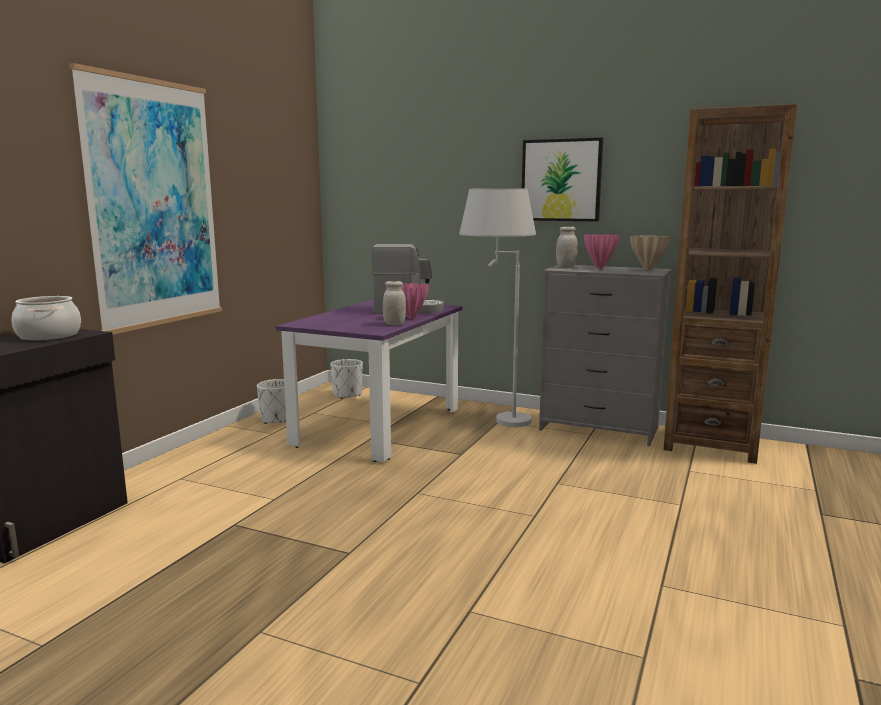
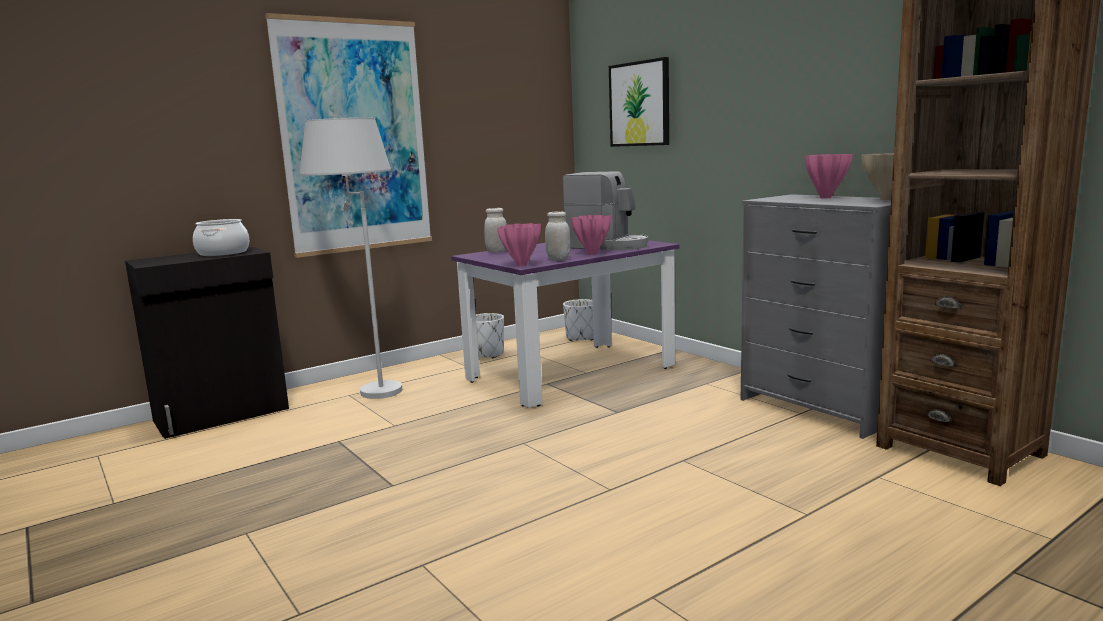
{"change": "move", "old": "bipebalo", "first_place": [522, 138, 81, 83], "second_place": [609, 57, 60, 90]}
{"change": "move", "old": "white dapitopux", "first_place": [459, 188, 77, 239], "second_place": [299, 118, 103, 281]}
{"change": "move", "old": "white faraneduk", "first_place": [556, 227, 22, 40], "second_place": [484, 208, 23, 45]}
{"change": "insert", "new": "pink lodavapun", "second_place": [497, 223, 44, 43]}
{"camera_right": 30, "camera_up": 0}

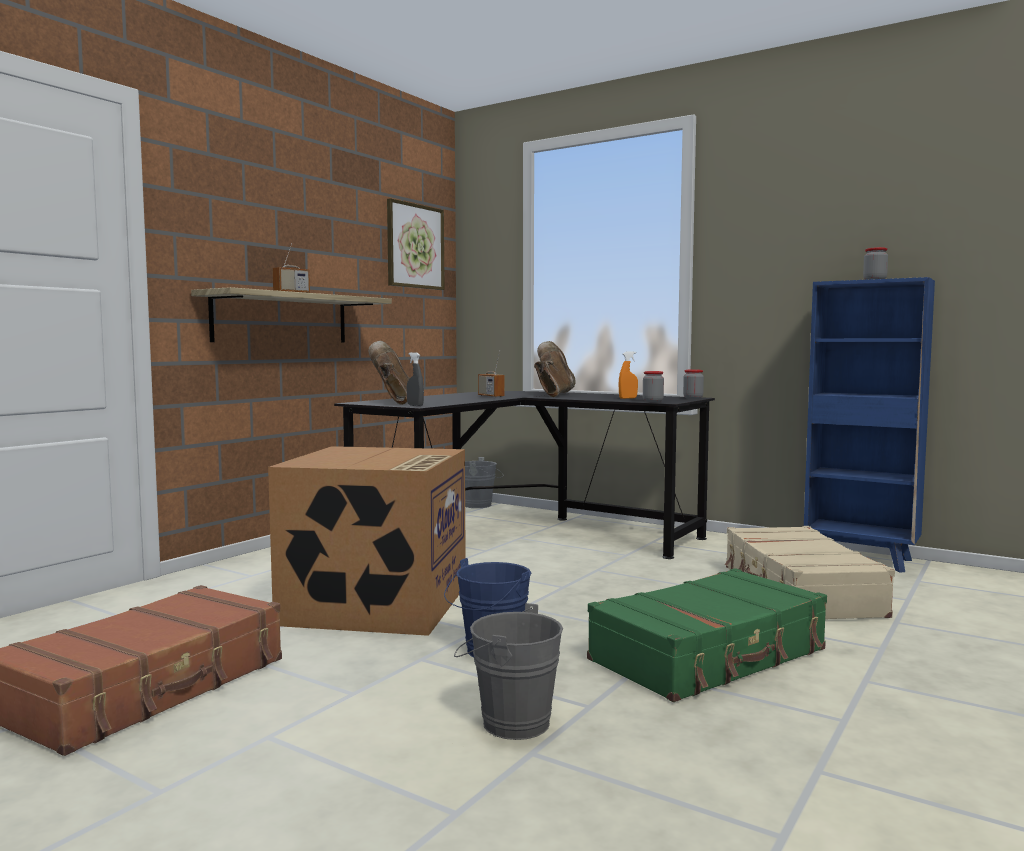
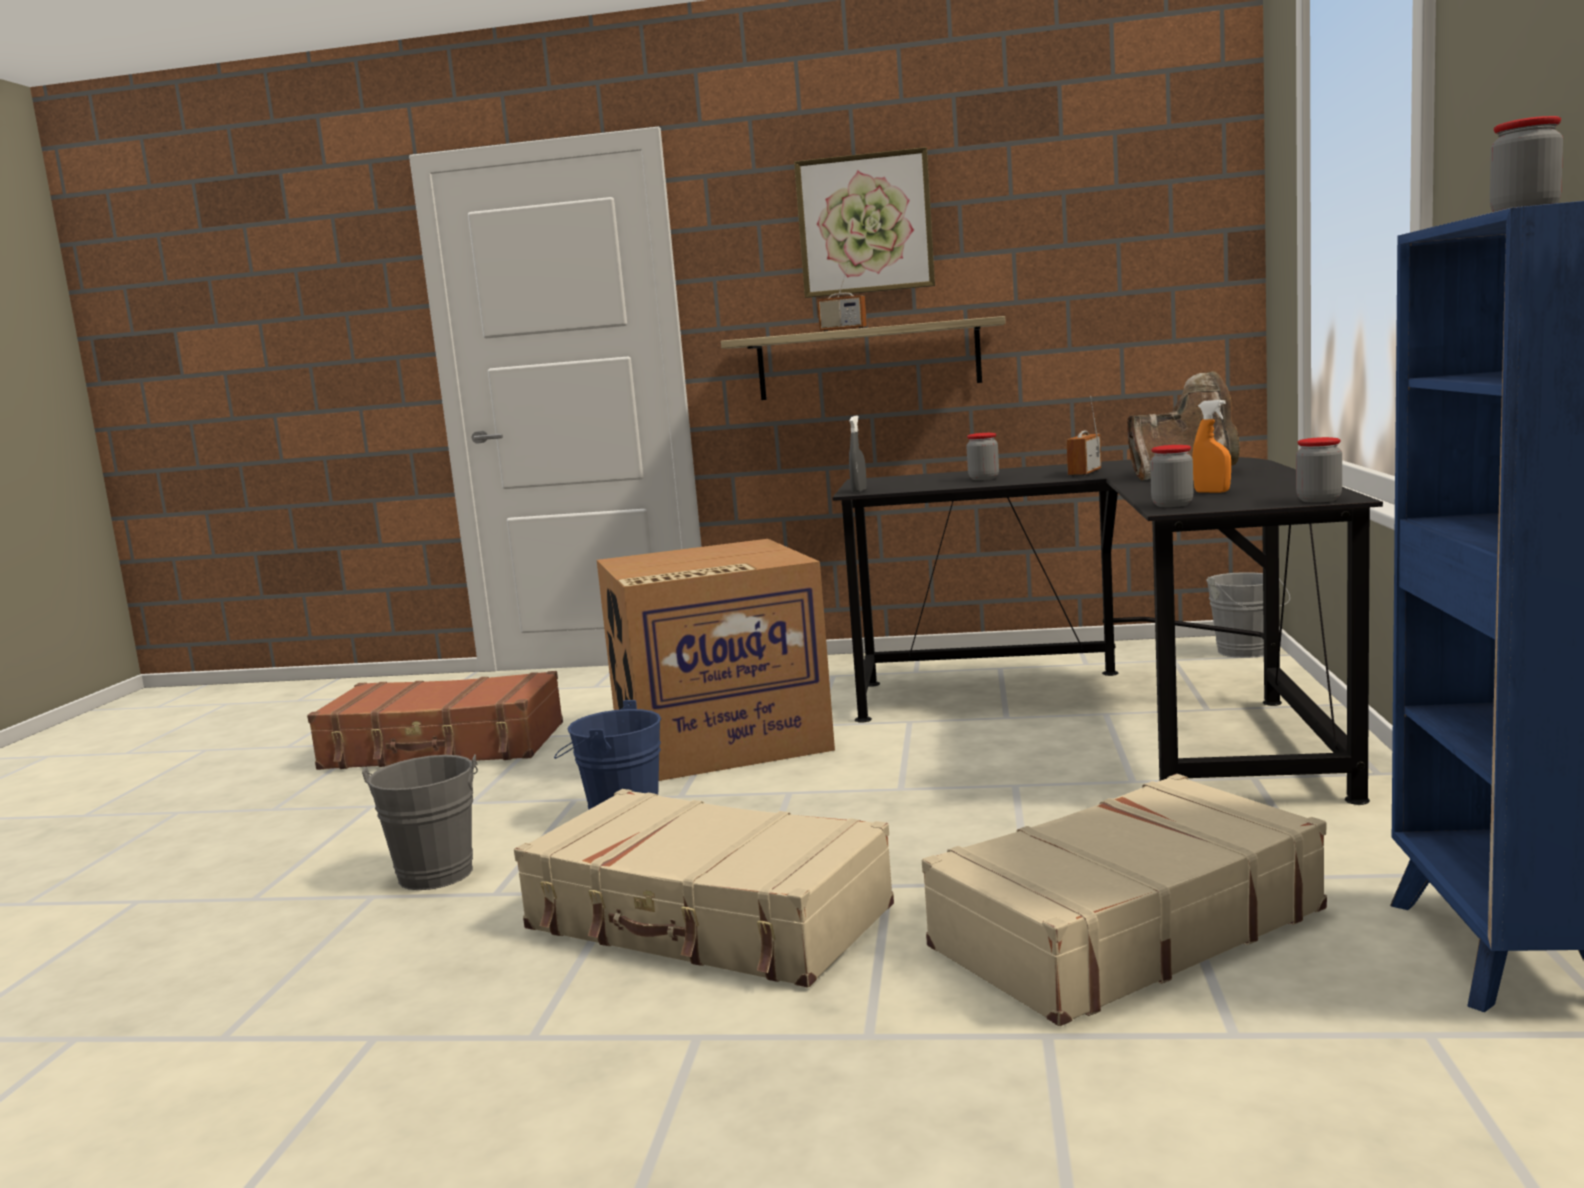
{"change": "move", "old": "bipebalo", "first_place": [387, 198, 58, 92], "second_place": [794, 147, 141, 151]}
{"change": "delete", "old": "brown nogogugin", "first_place": [369, 341, 41, 64]}
{"change": "recolor", "old": "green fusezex", "new": "beige fusezex", "first_place": [587, 568, 240, 134], "second_place": [514, 789, 380, 199]}
{"change": "insert", "new": "faraneduk", "second_place": [966, 433, 33, 47]}
{"camera_right": 65, "camera_up": 5}

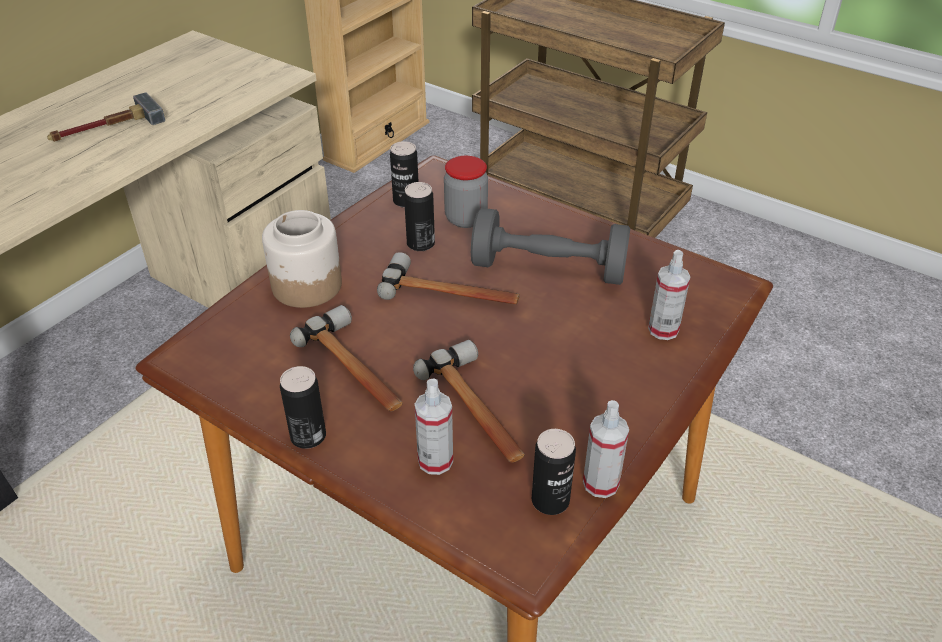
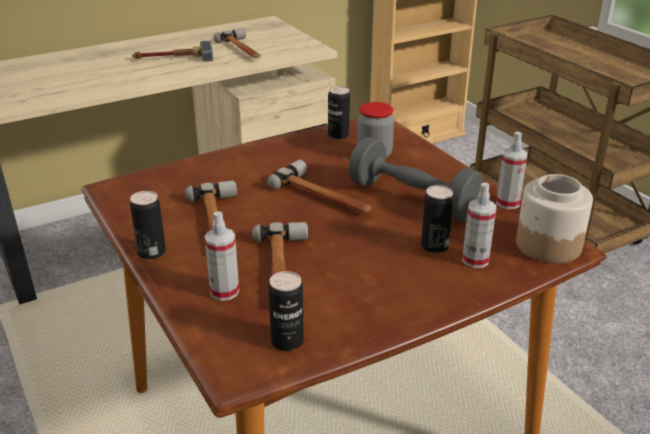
{"change": "move", "old": "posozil", "first_place": [404, 182, 31, 69], "second_place": [421, 185, 33, 68]}
{"change": "move", "old": "faraneduk", "first_place": [262, 210, 80, 98], "second_place": [516, 174, 77, 90]}
{"change": "move", "old": "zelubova", "first_place": [583, 400, 46, 98], "second_place": [496, 132, 32, 77]}
{"change": "insert", "new": "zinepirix", "second_place": [213, 28, 48, 30]}
{"camera_right": 25, "camera_up": -10}

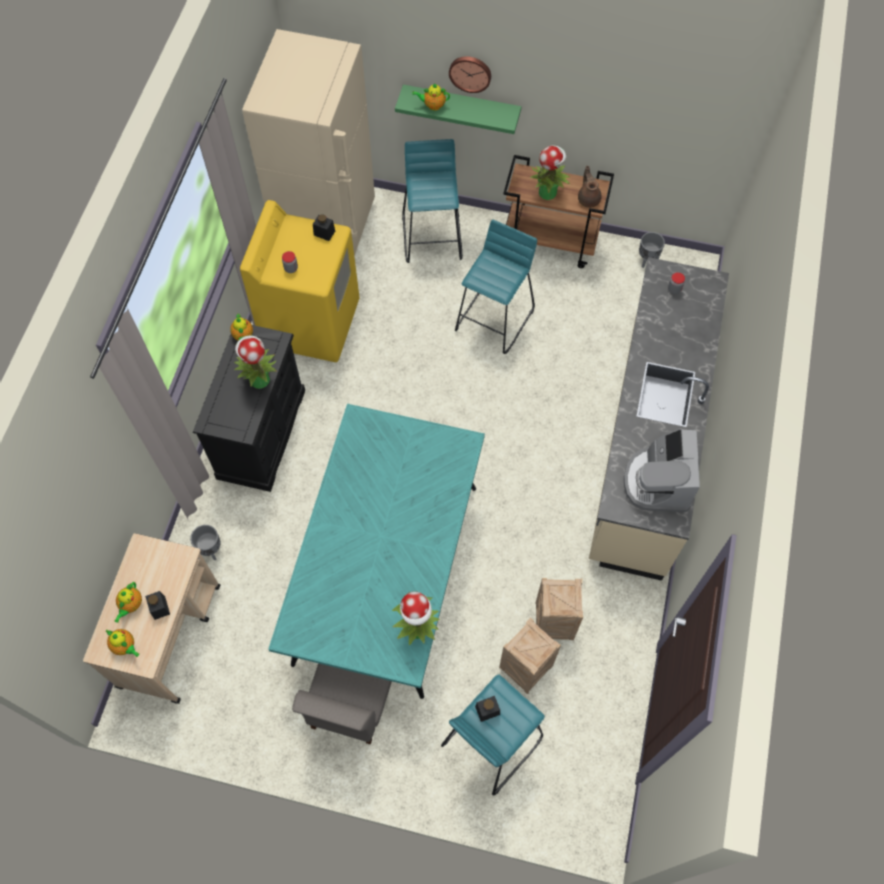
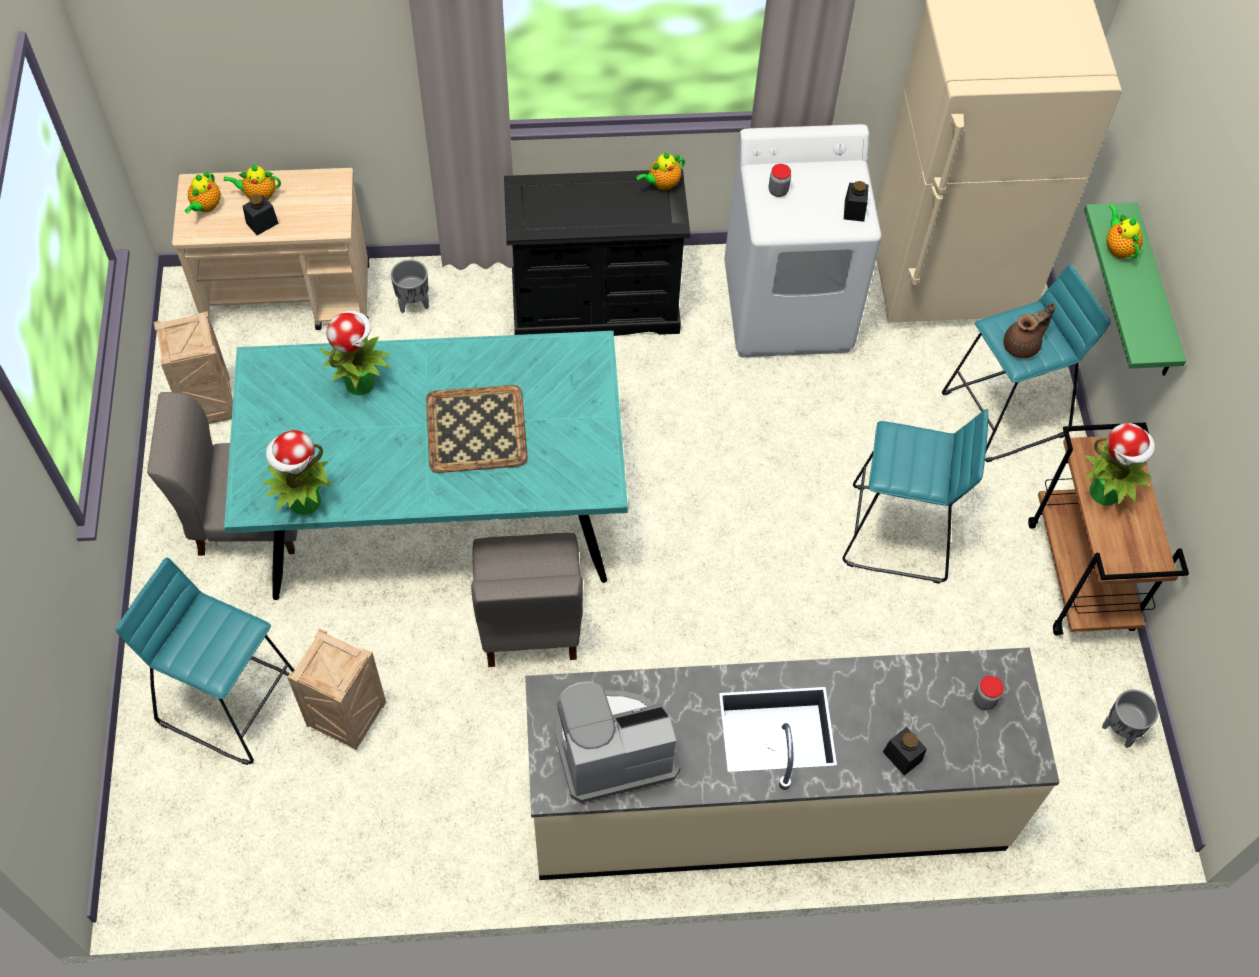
{"change": "delete", "old": "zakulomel", "first_place": [449, 56, 42, 37]}
{"change": "move", "old": "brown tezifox", "first_place": [578, 166, 24, 42], "second_place": [1003, 303, 53, 55]}
{"change": "recolor", "old": "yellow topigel", "new": "white topigel", "first_place": [240, 200, 119, 162], "second_place": [724, 124, 158, 233]}
{"change": "move", "old": "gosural", "first_place": [234, 335, 43, 54], "second_place": [320, 311, 70, 84]}
{"change": "move", "old": "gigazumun", "first_place": [535, 578, 48, 62], "second_place": [153, 311, 80, 113]}
{"change": "move", "old": "black faraneduk", "first_place": [475, 696, 25, 26], "second_place": [883, 727, 44, 48]}
{"change": "insert", "new": "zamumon", "second_place": [426, 385, 102, 88]}
{"change": "insert", "new": "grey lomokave", "second_place": [471, 533, 112, 134]}
{"camera_right": 70, "camera_up": -5}

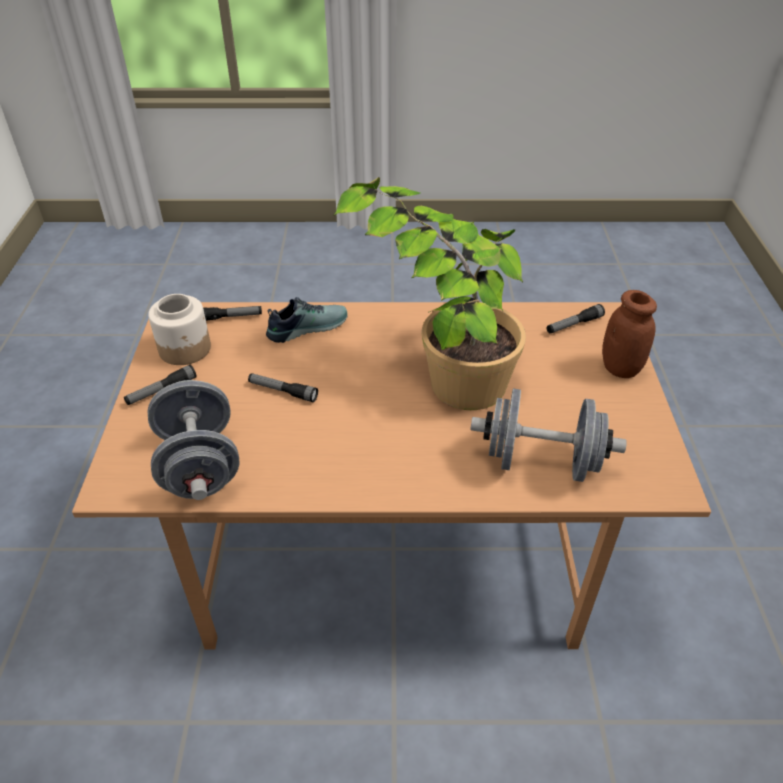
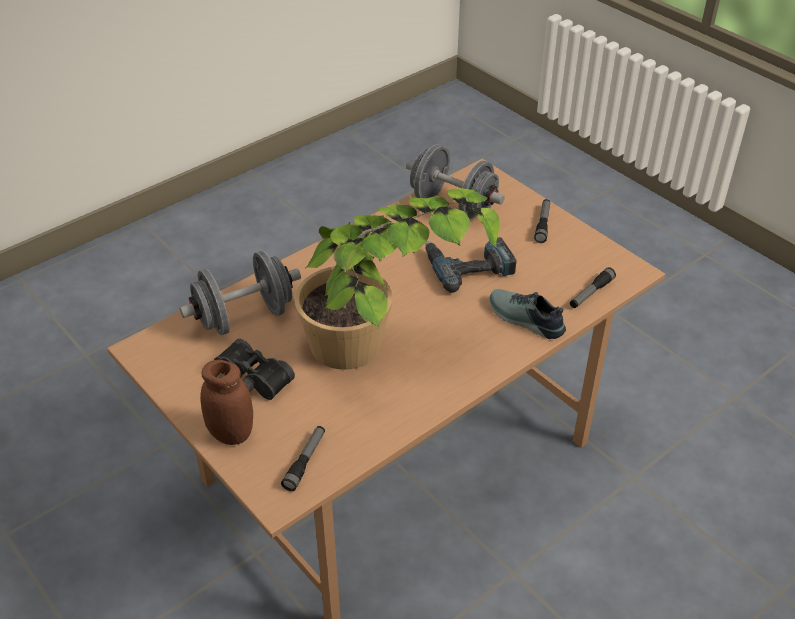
{"change": "delete", "old": "faraneduk", "first_place": [148, 294, 63, 71]}
{"change": "rotate", "old": "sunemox", "first_place": [266, 297, 82, 46], "second_place": [489, 289, 77, 50], "degrees": 105}
{"change": "replace", "old": "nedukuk", "new": "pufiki", "first_place": [248, 373, 70, 29], "second_place": [425, 237, 92, 56]}
{"change": "insert", "new": "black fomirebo", "second_place": [214, 339, 81, 61]}
{"camera_right": 140, "camera_up": 0}

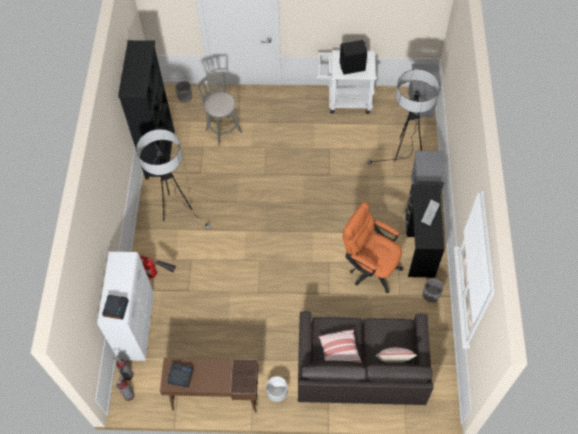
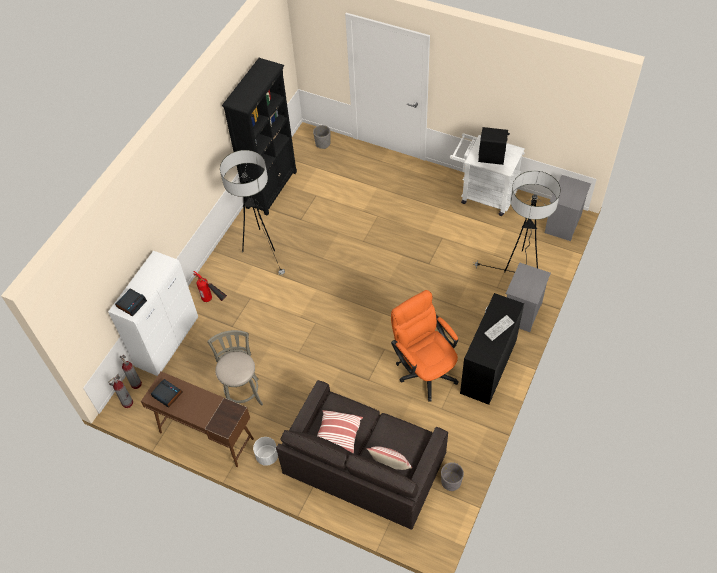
{"change": "move", "old": "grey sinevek", "first_place": [197, 72, 45, 74], "second_place": [207, 330, 56, 75]}
{"change": "move", "old": "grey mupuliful", "first_place": [423, 279, 20, 23], "second_place": [441, 462, 23, 29]}
{"camera_right": 25, "camera_up": -5}

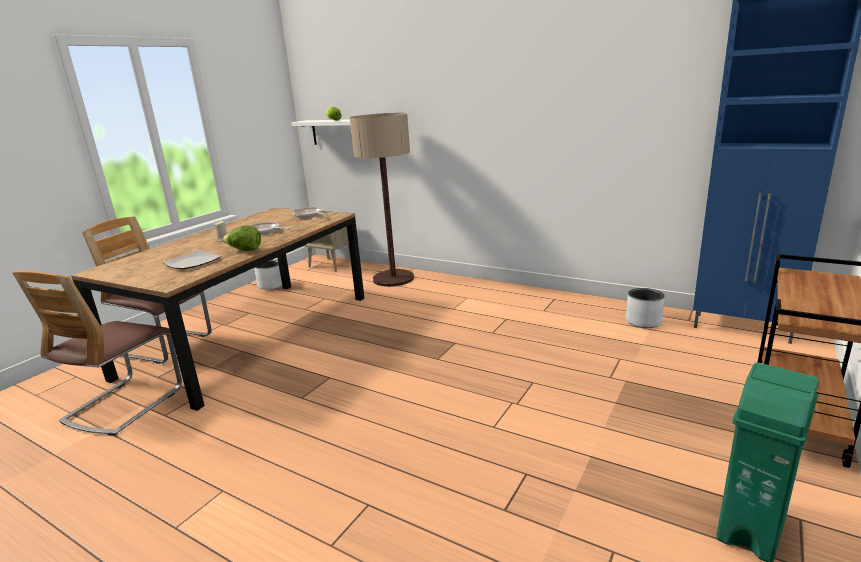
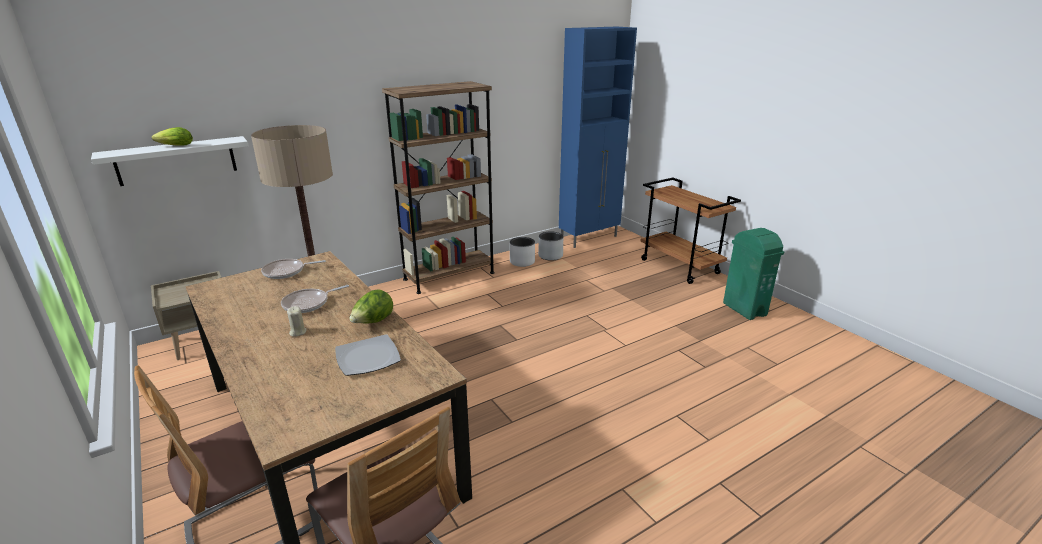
{"change": "move", "old": "white mupuliful", "first_place": [254, 260, 28, 30], "second_place": [510, 237, 25, 30]}
{"change": "insert", "new": "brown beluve", "second_place": [382, 81, 113, 213]}
{"camera_right": -65, "camera_up": 5}

